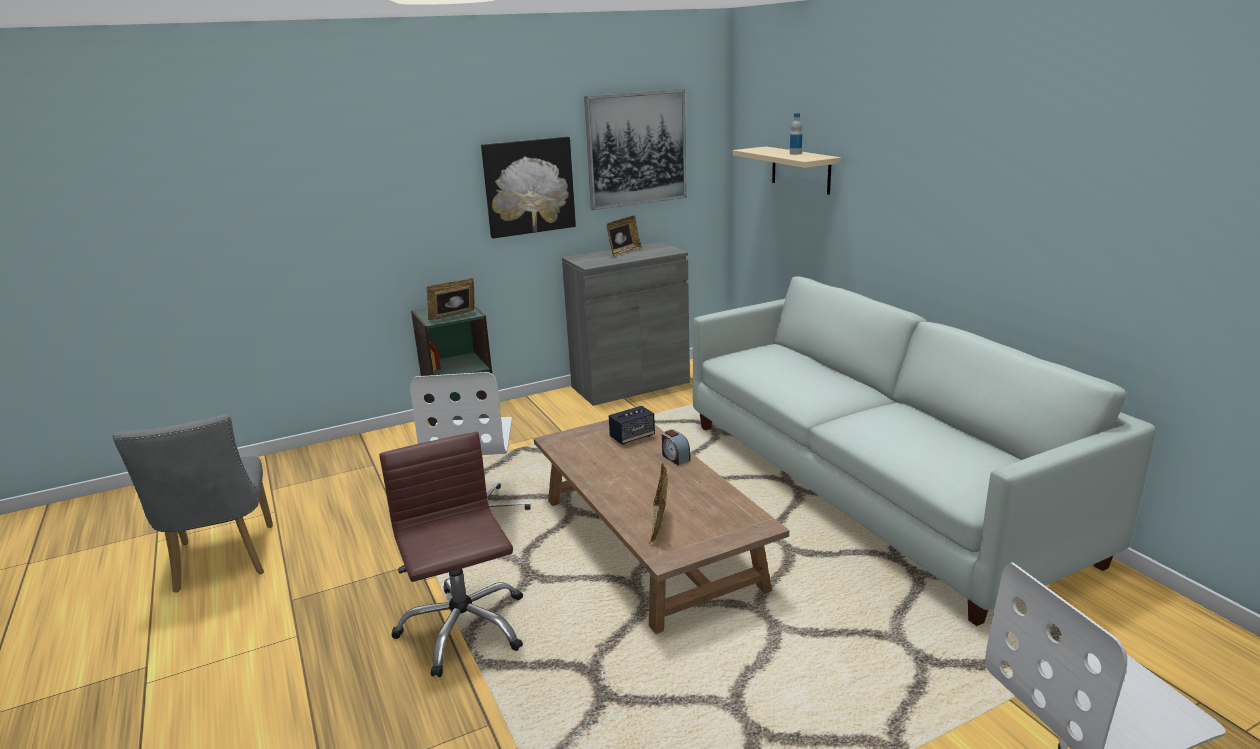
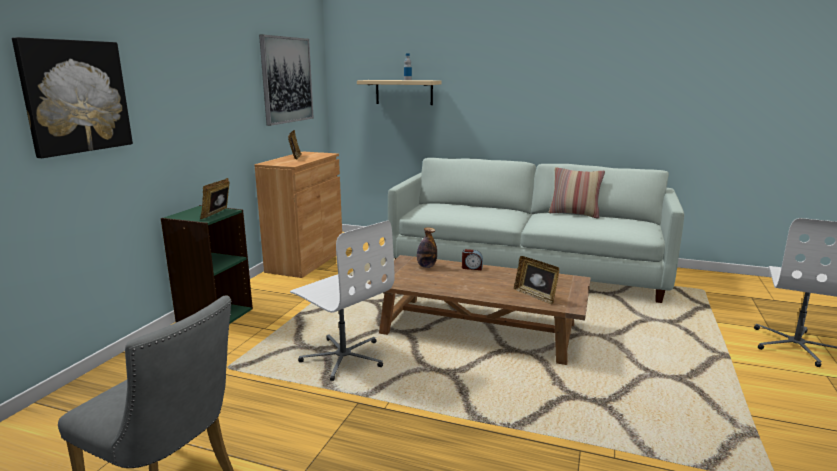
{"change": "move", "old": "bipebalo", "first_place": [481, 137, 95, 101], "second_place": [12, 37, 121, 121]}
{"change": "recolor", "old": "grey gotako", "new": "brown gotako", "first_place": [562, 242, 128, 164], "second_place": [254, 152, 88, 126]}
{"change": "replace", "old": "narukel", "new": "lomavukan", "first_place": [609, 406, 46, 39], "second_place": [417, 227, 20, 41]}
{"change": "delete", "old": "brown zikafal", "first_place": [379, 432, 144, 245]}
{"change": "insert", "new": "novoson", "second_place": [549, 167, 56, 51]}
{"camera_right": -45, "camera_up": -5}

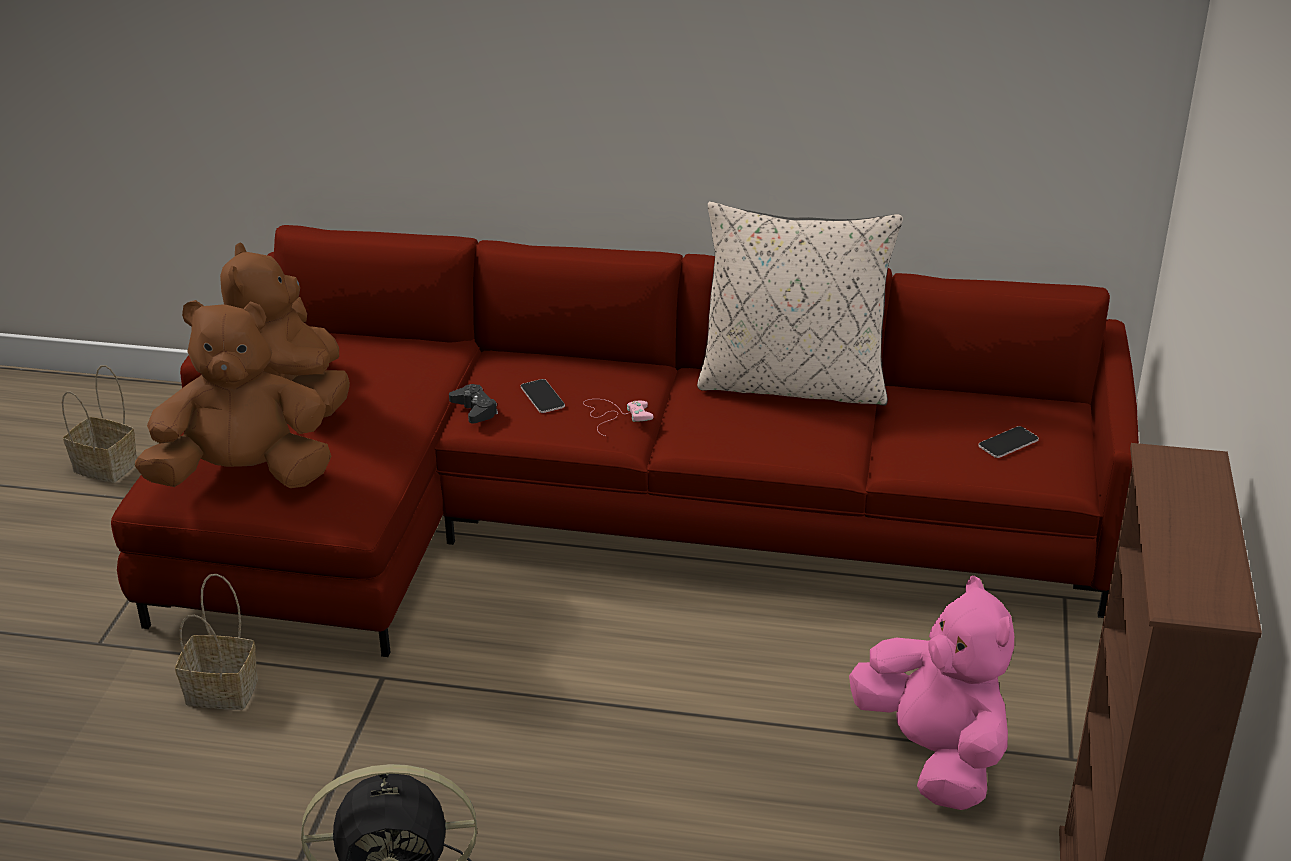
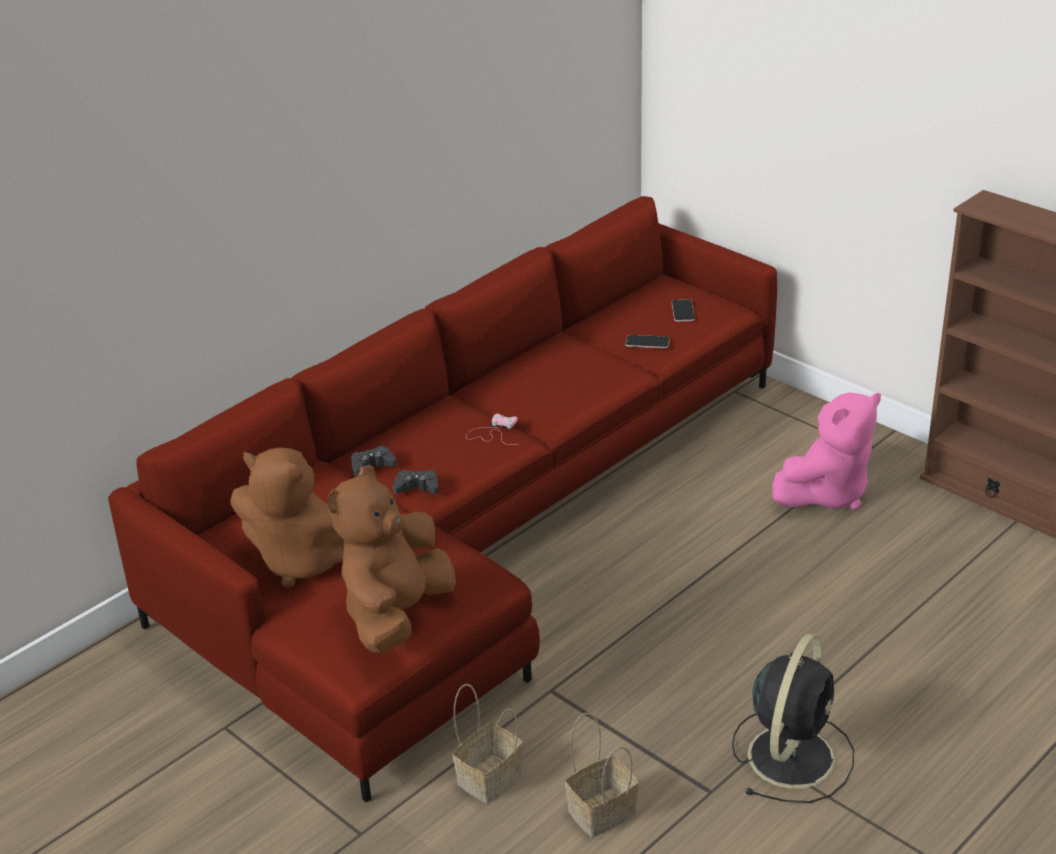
{"change": "delete", "old": "beige novoson", "first_place": [697, 202, 206, 203]}
{"change": "move", "old": "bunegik", "first_place": [62, 365, 75, 118], "second_place": [565, 713, 74, 124]}
{"change": "move", "old": "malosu", "first_place": [521, 379, 44, 34], "second_place": [625, 335, 45, 13]}
{"change": "rotate", "old": "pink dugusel", "first_place": [849, 576, 165, 234], "second_place": [772, 392, 109, 118], "degrees": 135}
{"change": "insert", "new": "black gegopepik", "second_place": [351, 445, 46, 31]}
{"camera_right": -55, "camera_up": 0}

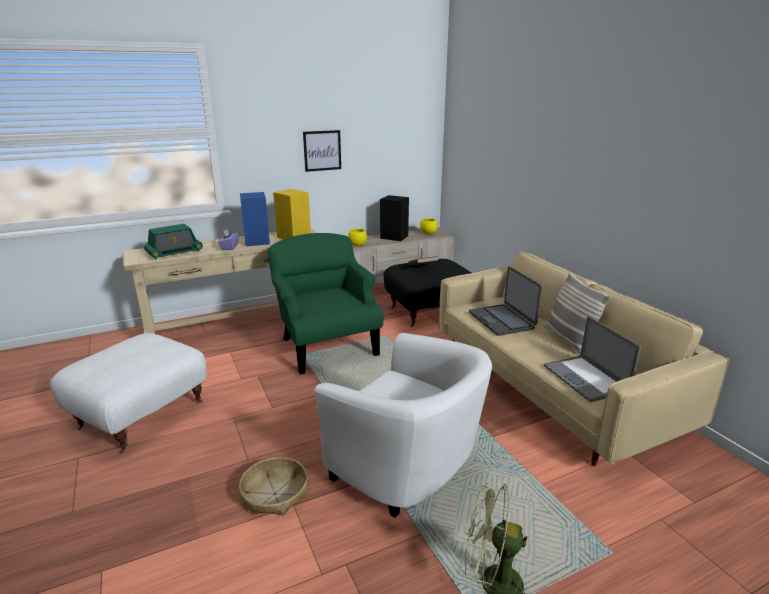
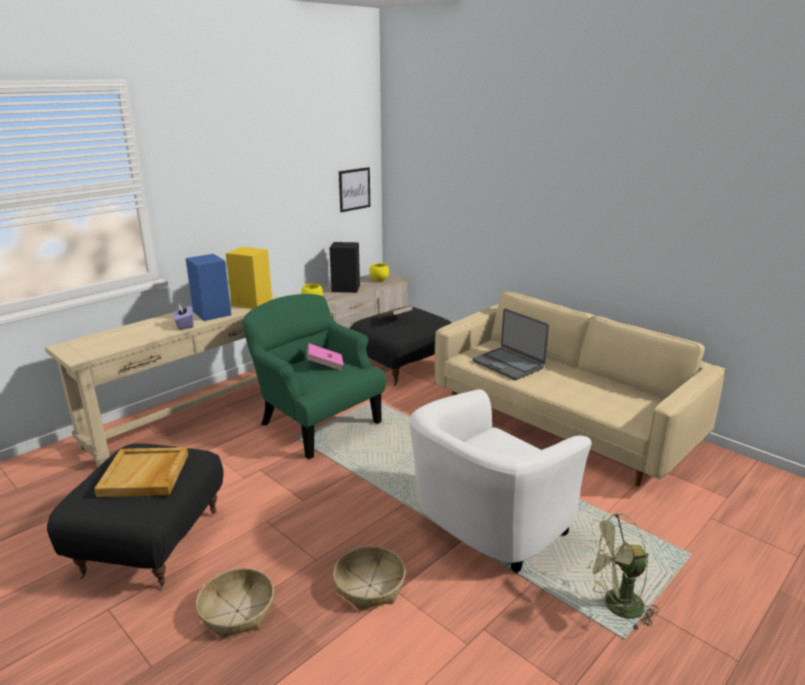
{"change": "move", "old": "bipebalo", "first_place": [303, 130, 38, 42], "second_place": [339, 167, 31, 45]}
{"change": "delete", "old": "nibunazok", "first_place": [144, 224, 59, 35]}
{"change": "delete", "old": "novoson", "first_place": [544, 272, 67, 82]}
{"change": "delete", "old": "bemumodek", "first_place": [543, 316, 98, 86]}
{"change": "recolor", "old": "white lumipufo", "new": "black lumipufo", "first_place": [50, 333, 157, 120], "second_place": [47, 443, 177, 148]}
{"change": "rotate", "old": "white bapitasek", "first_place": [314, 333, 178, 185], "second_place": [410, 389, 181, 185], "degrees": 120}
{"change": "insert", "new": "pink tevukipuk", "second_place": [307, 343, 37, 27]}
{"change": "insert", "new": "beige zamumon", "second_place": [94, 447, 94, 50]}
{"change": "insert", "new": "bunegik", "second_place": [196, 568, 78, 71]}
{"camera_right": -20, "camera_up": 0}

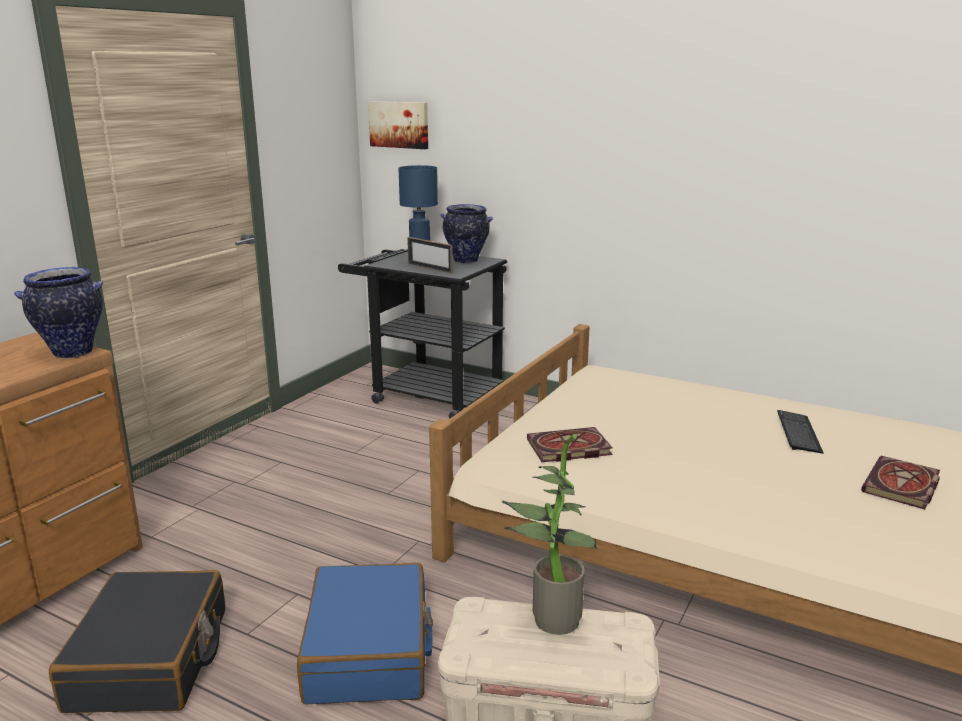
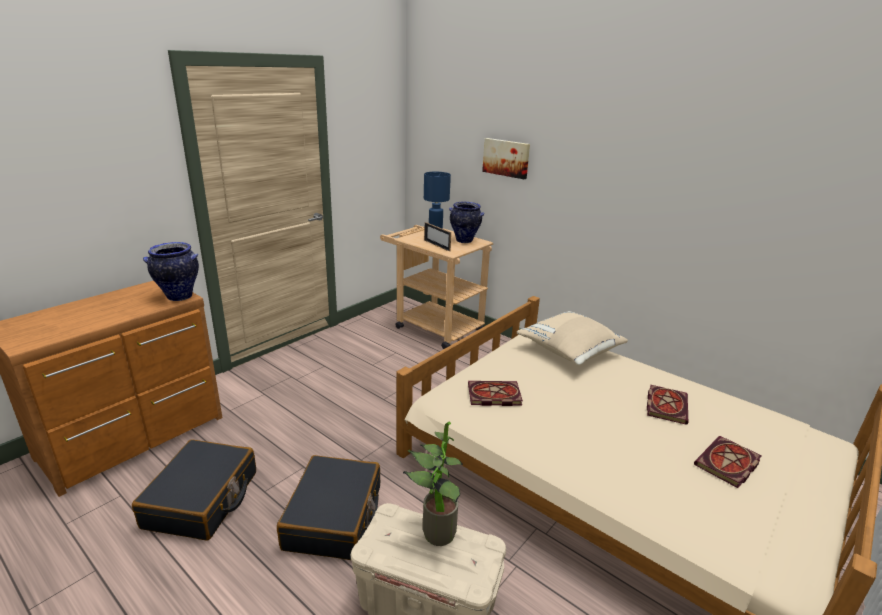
{"change": "move", "old": "bipebalo", "first_place": [368, 101, 60, 48], "second_place": [482, 138, 48, 41]}
{"change": "recolor", "old": "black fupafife", "new": "beige fupafife", "first_place": [338, 249, 169, 170], "second_place": [380, 225, 113, 124]}
{"change": "replace", "old": "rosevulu", "new": "tevukipuk", "first_place": [777, 410, 47, 44], "second_place": [647, 385, 41, 40]}
{"change": "recolor", "old": "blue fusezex", "new": "black fusezex", "first_place": [297, 562, 136, 142], "second_place": [277, 455, 103, 105]}
{"change": "insert", "new": "beige novoson", "second_place": [517, 311, 111, 55]}
{"camera_right": 10, "camera_up": 5}

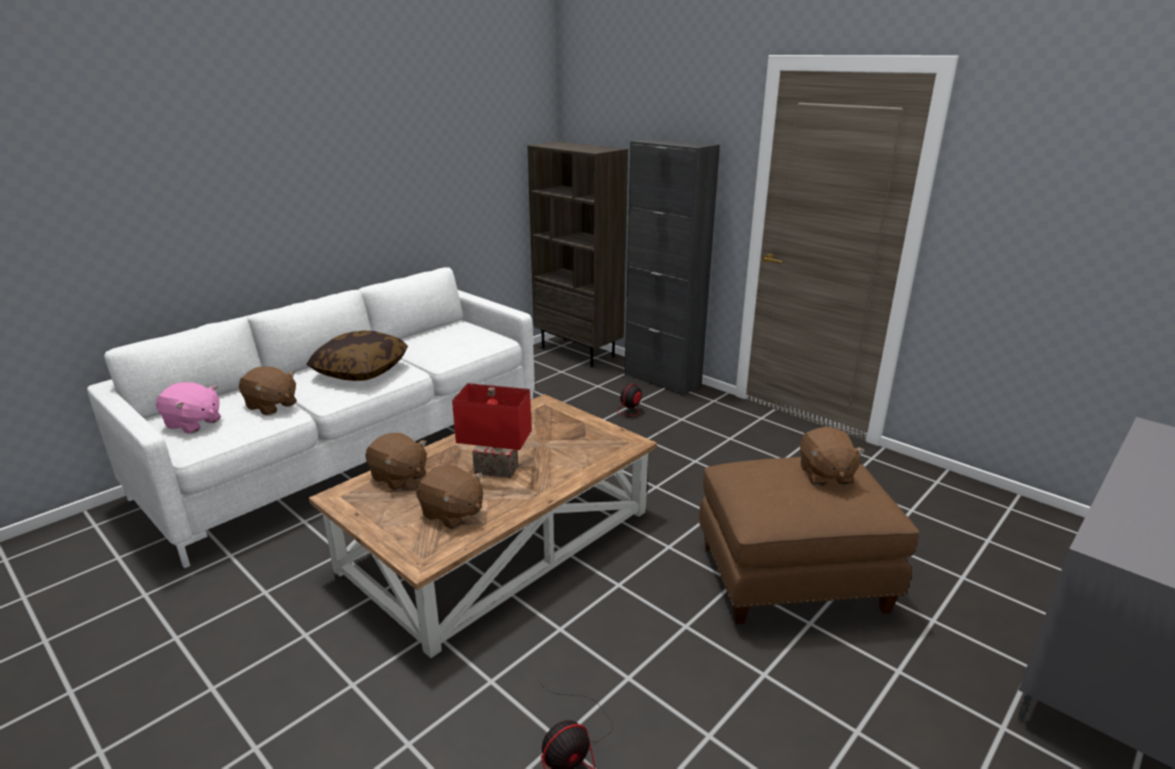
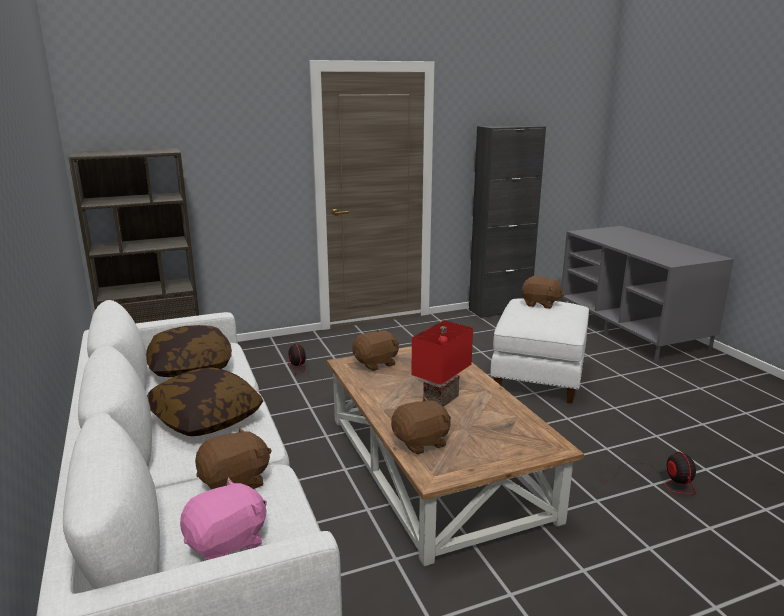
{"change": "move", "old": "black gotako", "first_place": [625, 138, 95, 258], "second_place": [469, 125, 77, 193]}
{"change": "recolor", "old": "brown lumipufo", "new": "white lumipufo", "first_place": [699, 457, 220, 168], "second_place": [490, 298, 99, 105]}
{"change": "move", "old": "brown dugusel", "first_place": [416, 465, 67, 64], "second_place": [352, 329, 47, 42]}
{"change": "insert", "new": "novoson", "second_place": [146, 325, 86, 52]}
{"camera_right": -65, "camera_up": -5}

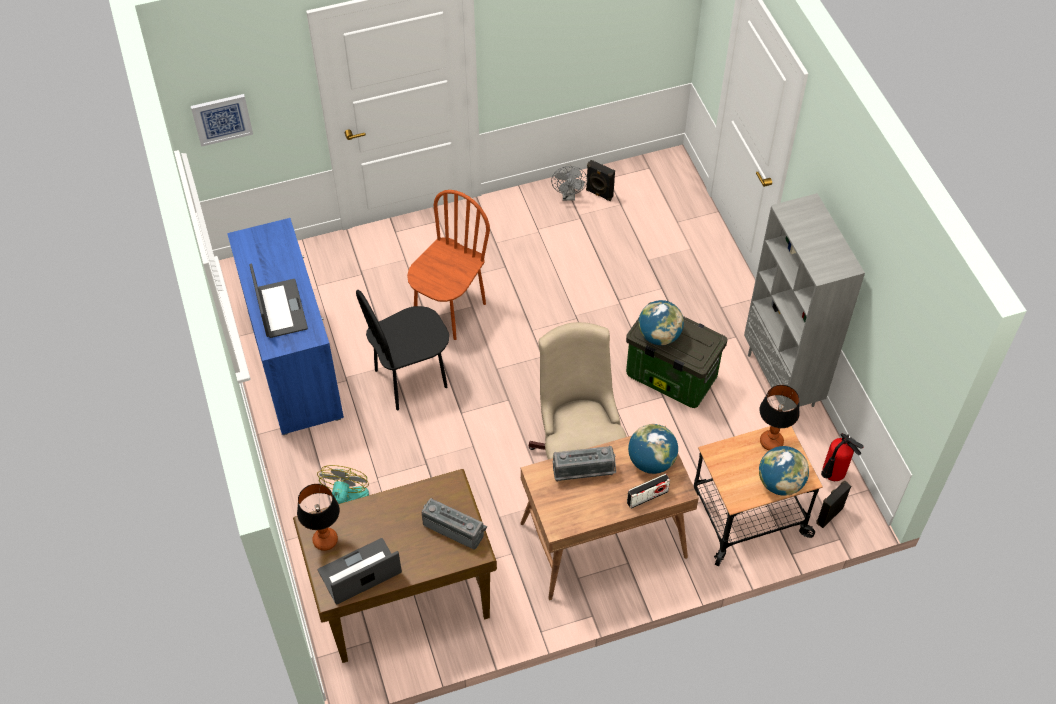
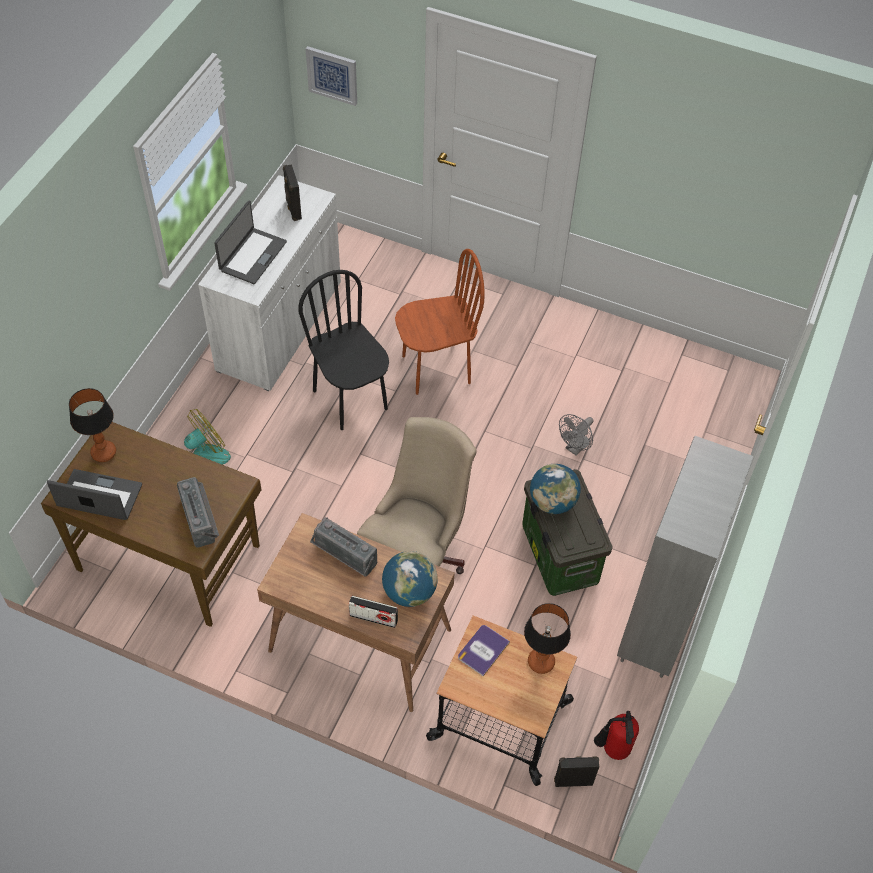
{"change": "move", "old": "black narukel", "first_place": [586, 160, 29, 41], "second_place": [283, 164, 19, 57]}
{"change": "move", "old": "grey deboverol", "first_place": [551, 164, 37, 37], "second_place": [559, 414, 35, 42]}
{"change": "recolor", "old": "blue gotako", "new": "white gotako", "first_place": [227, 218, 117, 217], "second_place": [198, 175, 143, 216]}
{"change": "rotate", "old": "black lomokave", "first_place": [356, 290, 93, 120], "second_place": [298, 270, 91, 160], "degrees": 45}
{"change": "delete", "old": "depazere", "first_place": [759, 446, 50, 50]}
{"change": "insert", "new": "tevukipuk", "second_place": [458, 625, 52, 51]}
{"camera_right": 40, "camera_up": 0}

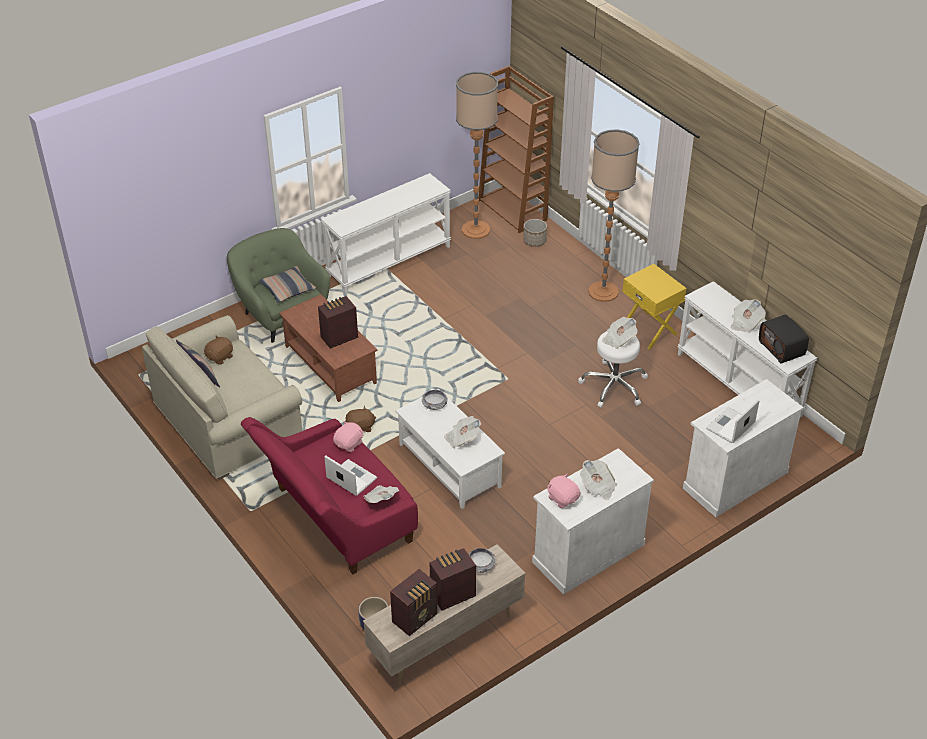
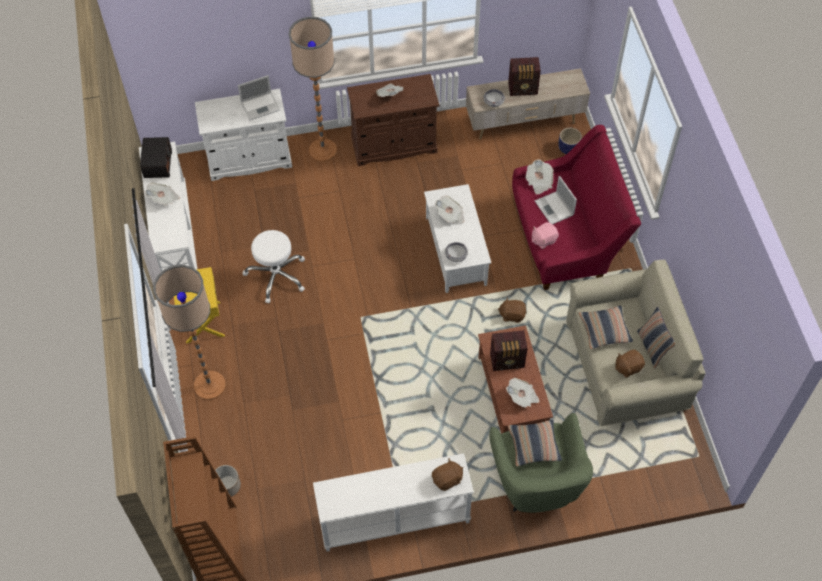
{"change": "move", "old": "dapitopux", "first_place": [456, 72, 42, 167], "second_place": [289, 17, 48, 144]}
{"change": "move", "old": "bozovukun", "first_place": [602, 317, 35, 32], "second_place": [506, 378, 34, 30]}
{"change": "recolor", "old": "white gotako", "new": "brown gotako", "first_place": [532, 448, 122, 146], "second_place": [347, 74, 92, 92]}
{"change": "delete", "old": "pink dugusel", "first_place": [547, 473, 33, 35]}
{"change": "delete", "old": "nibunazok", "first_place": [390, 569, 47, 67]}
{"change": "insert", "new": "novoson", "second_place": [578, 306, 55, 43]}
{"change": "insert", "new": "brown dugusel", "second_place": [432, 458, 31, 33]}
{"camera_right": -155, "camera_up": 15}

